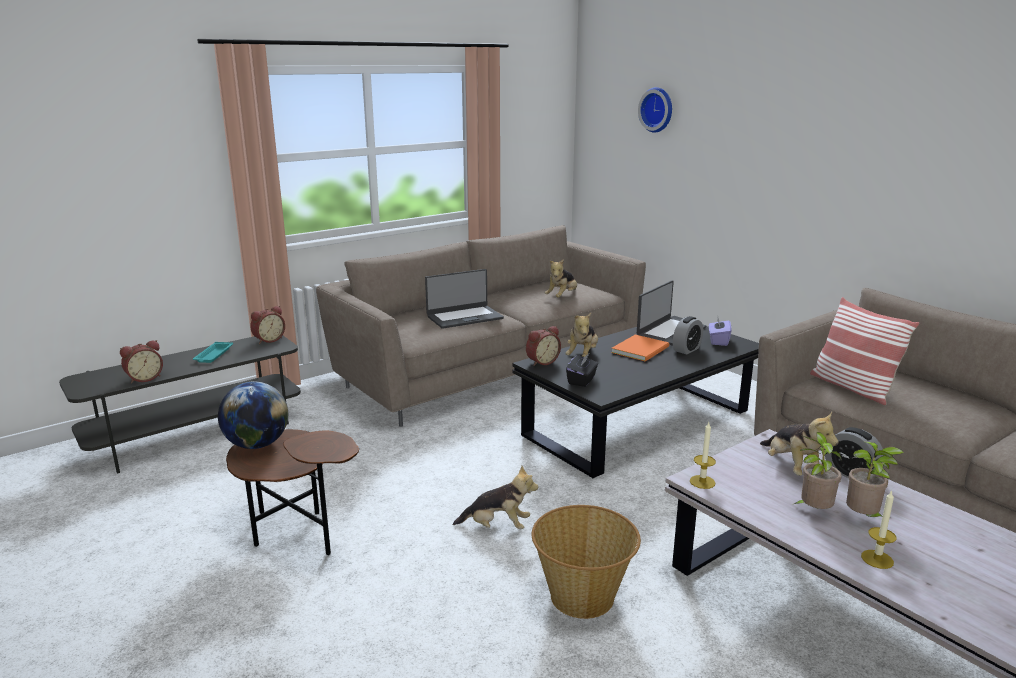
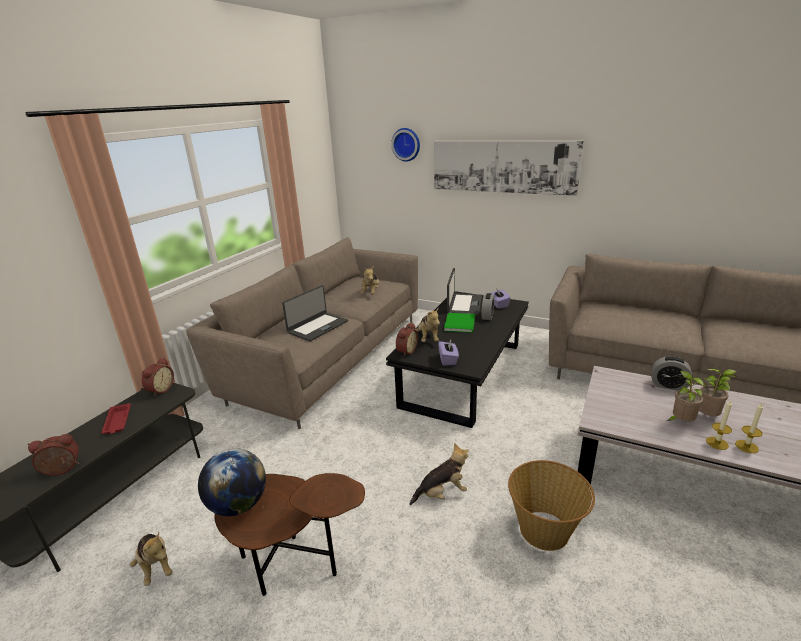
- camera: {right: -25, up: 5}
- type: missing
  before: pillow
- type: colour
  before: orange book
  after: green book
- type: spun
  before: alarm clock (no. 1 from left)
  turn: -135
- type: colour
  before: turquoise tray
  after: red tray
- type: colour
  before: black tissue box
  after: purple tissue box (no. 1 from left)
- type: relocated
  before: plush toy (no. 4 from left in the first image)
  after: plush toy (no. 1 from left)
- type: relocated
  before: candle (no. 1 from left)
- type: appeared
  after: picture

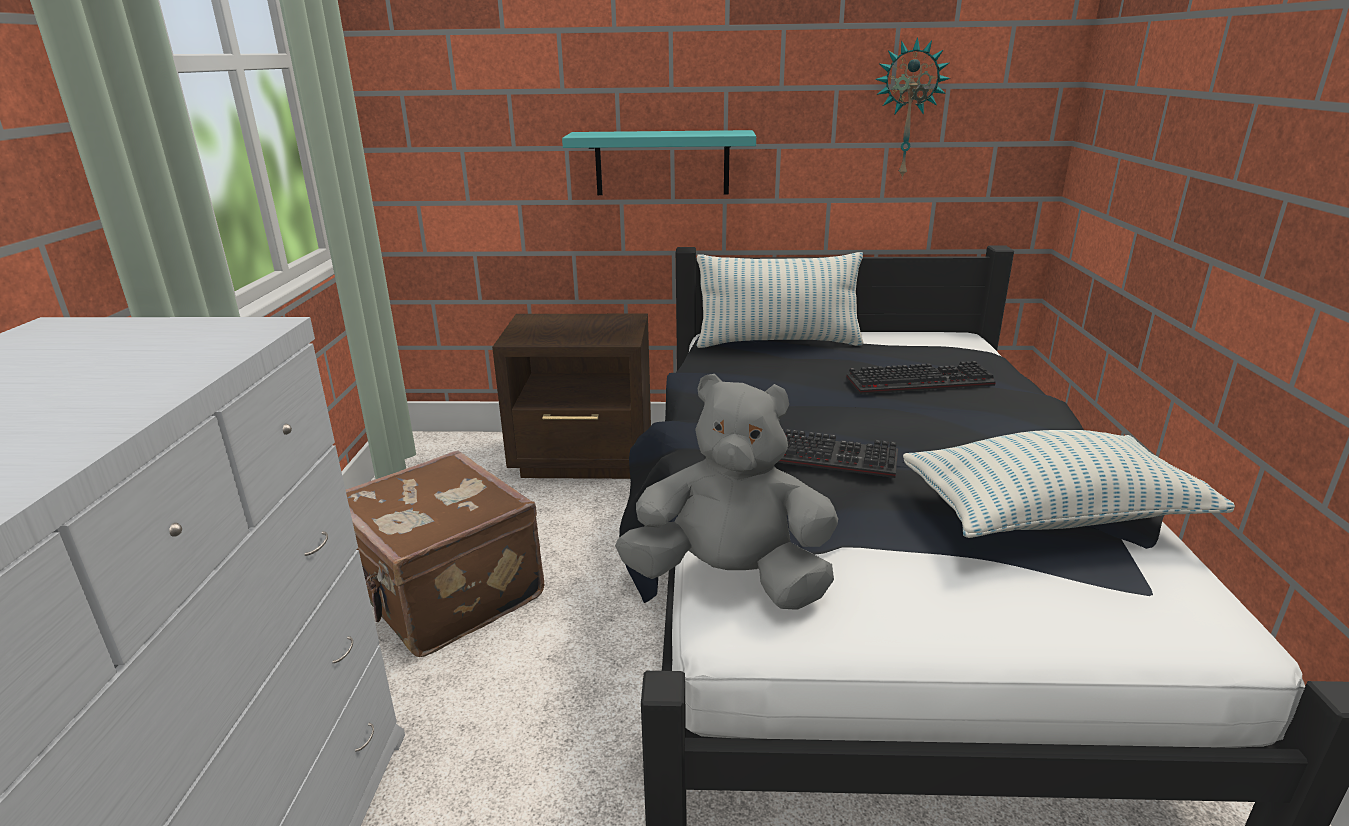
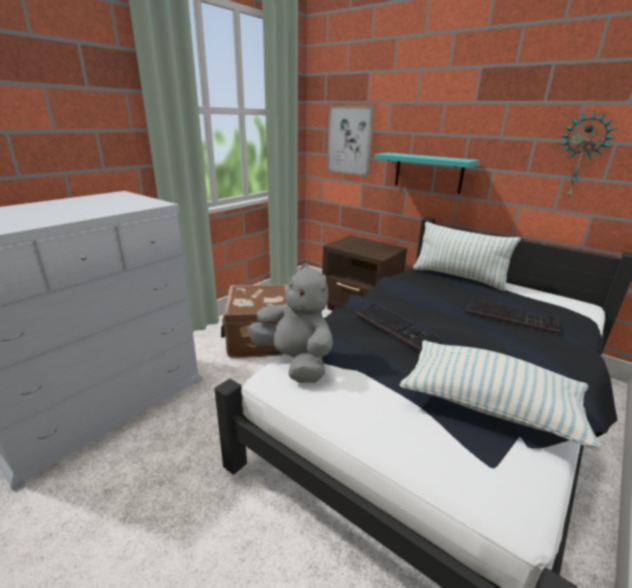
- camera: {right: 35, up: 0}
- type: appeared
  after: picture

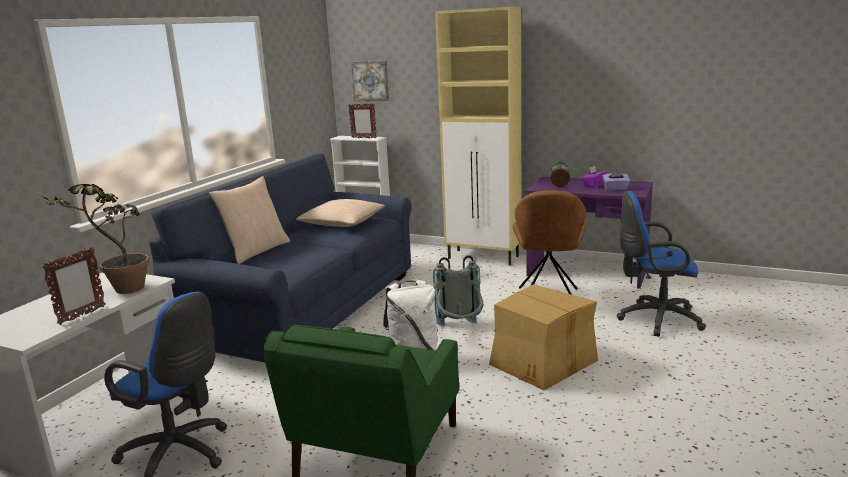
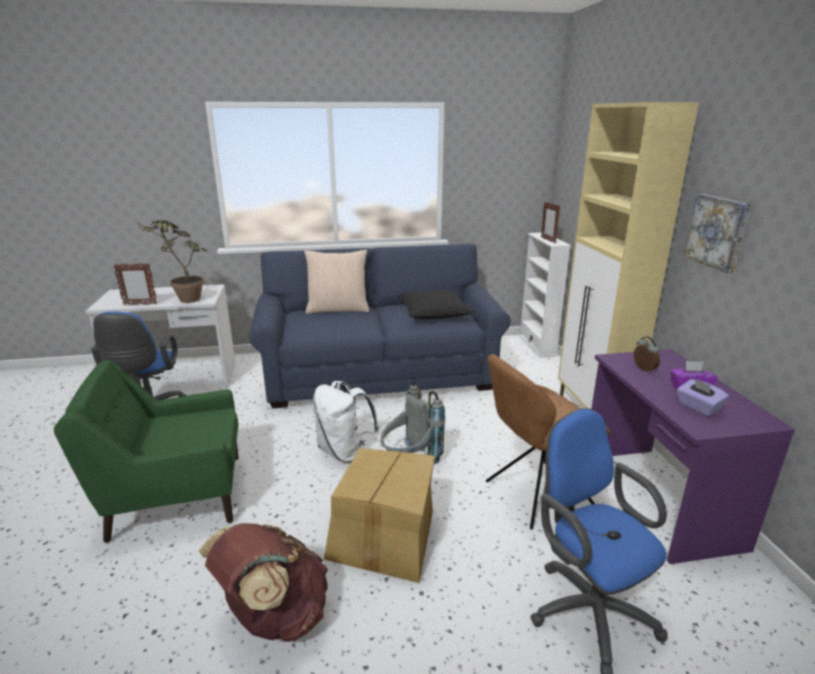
- camera: {right: 55, up: 5}
- type: relocated
  before: picture
- type: colour
  before: beige pillow (no. 2 from left)
  after: black pillow
- type: appeared
  after: brown backpack

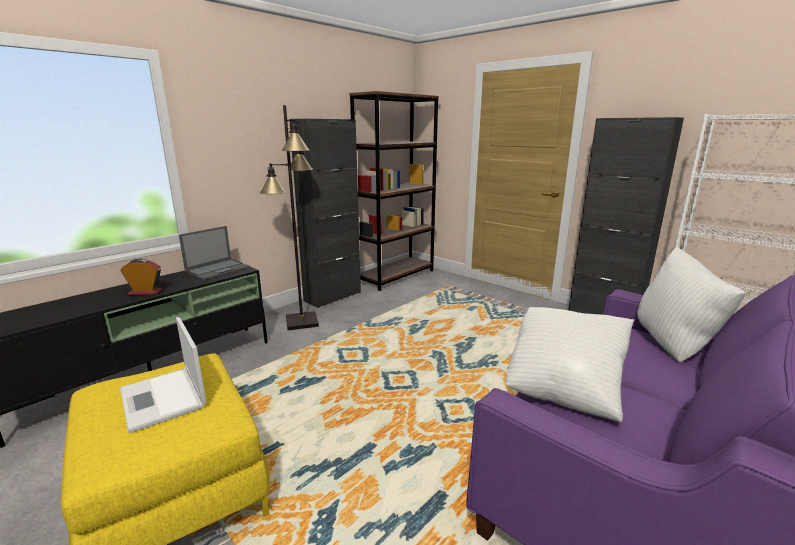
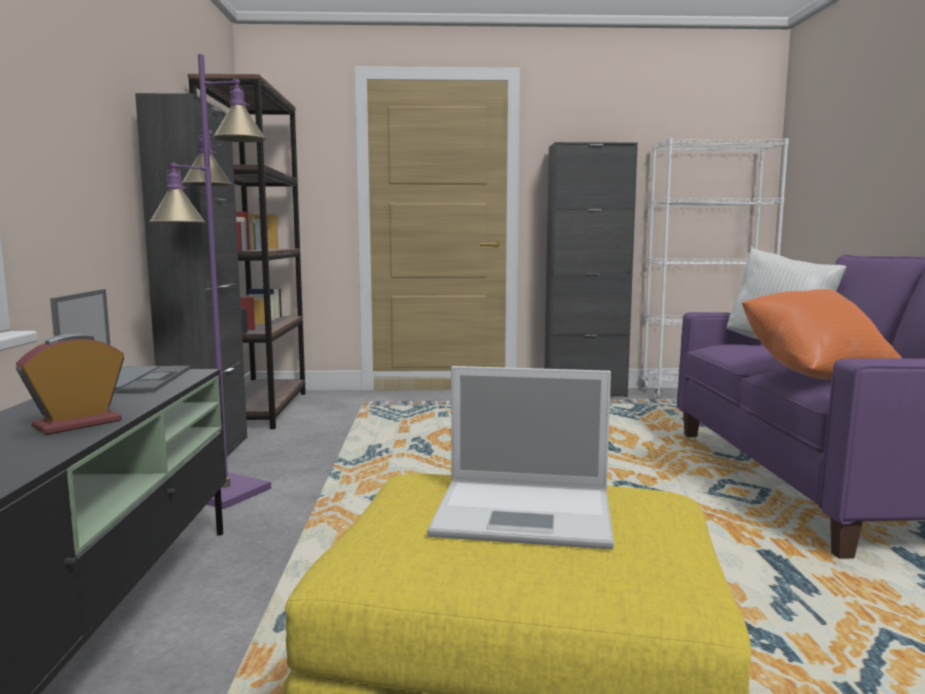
- camera: {right: -45, up: -10}
- type: colour
  before: black floor lamp
  after: purple floor lamp
- type: colour
  before: white pillow (no. 1 from left)
  after: orange pillow

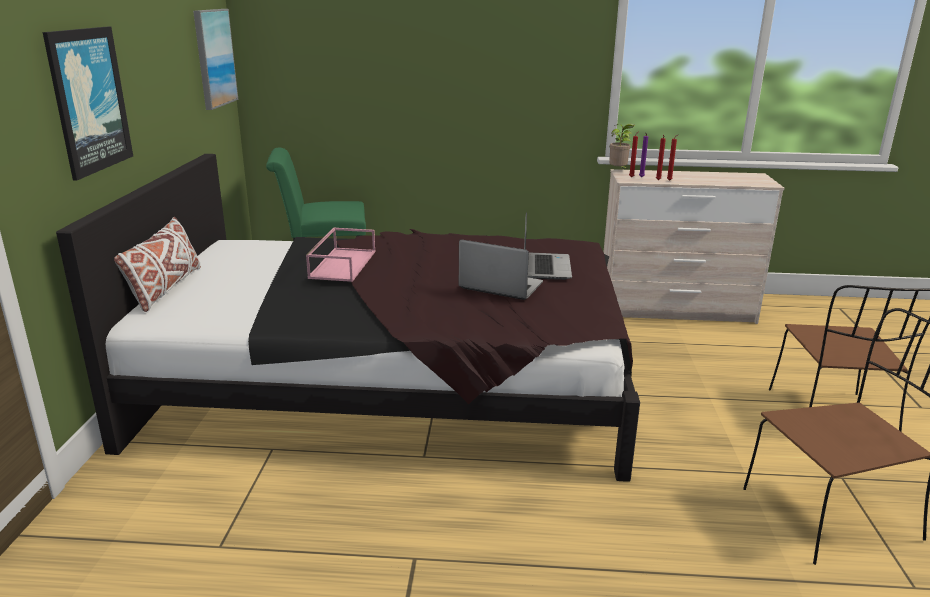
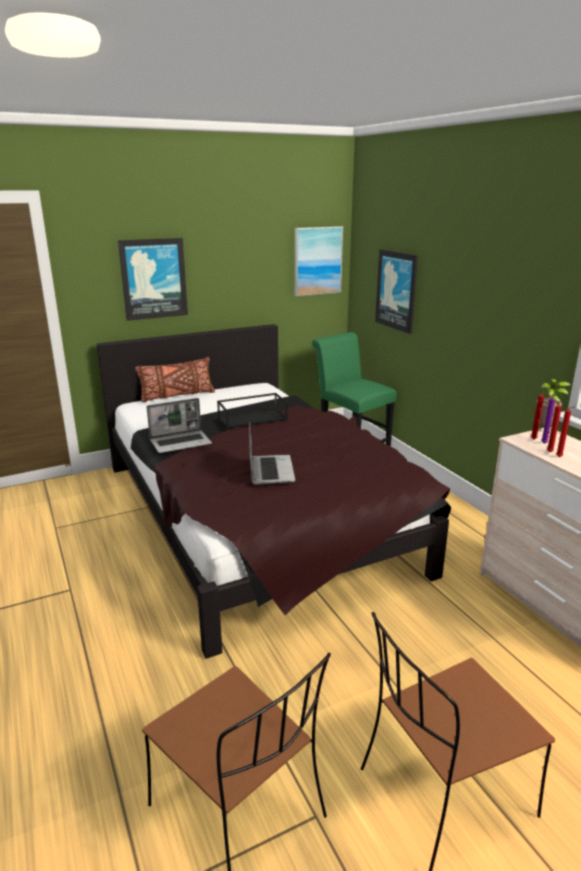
- camera: {right: 60, up: 0}
- type: relocated
  before: laptop (no. 2 from left in the first image)
  after: laptop (no. 1 from left)
- type: colour
  before: white pillow
  after: brown pillow
- type: colour
  before: pink tray
  after: black tray
- type: appeared
  after: picture (no. 3 from left)

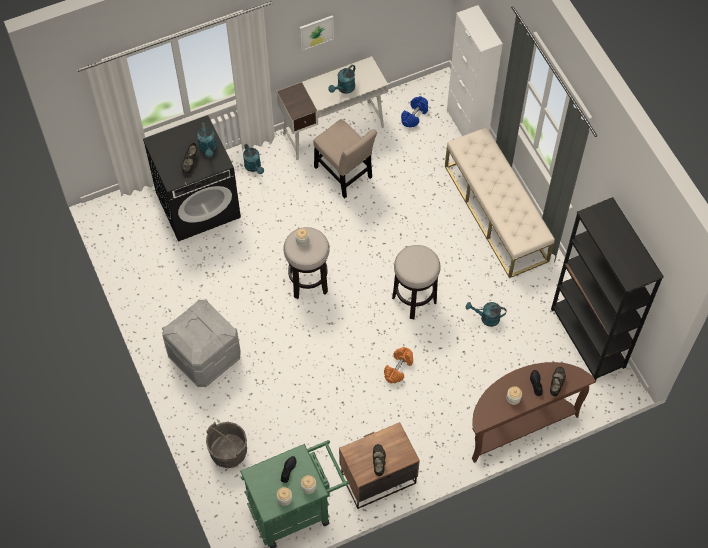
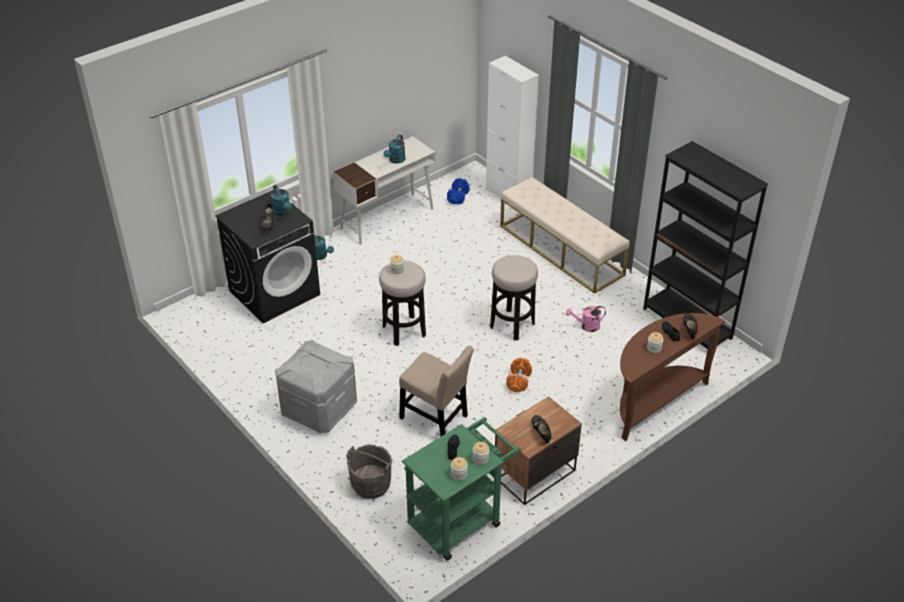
- camera: {right: -15, up: -20}
- type: missing
  before: picture
- type: relocated
  before: beige chair
- type: colour
  before: turquoise watering can (no. 4 from left)
  after: pink watering can

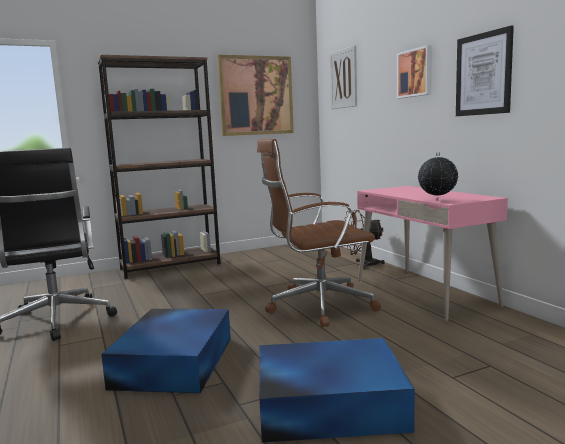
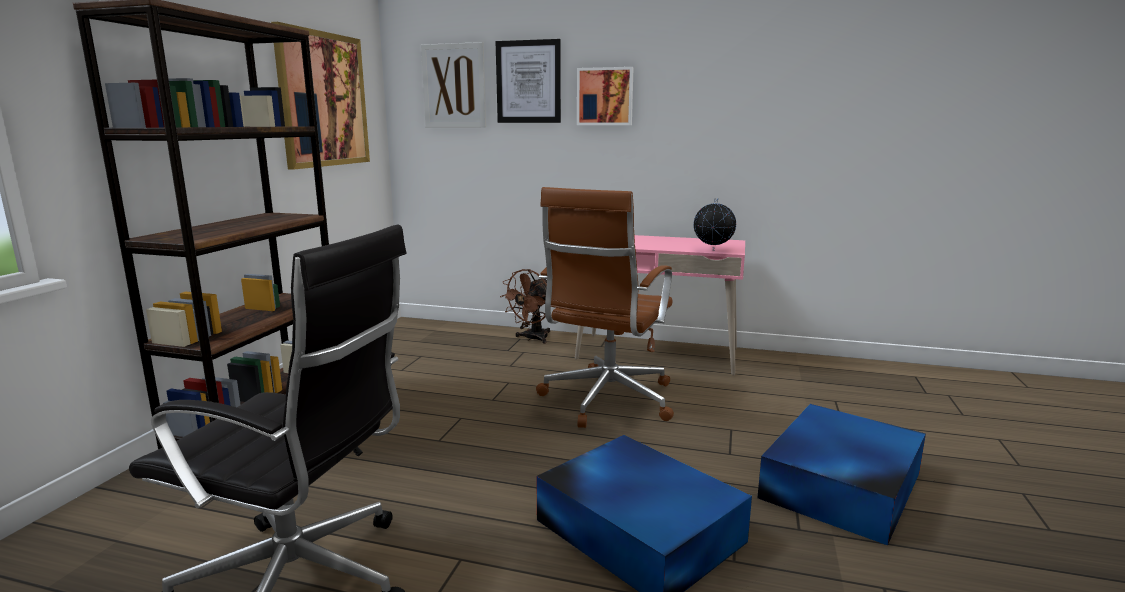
- camera: {right: -50, up: 5}
- type: relocated
  before: picture (no. 4 from left in the first image)
  after: picture (no. 3 from left)

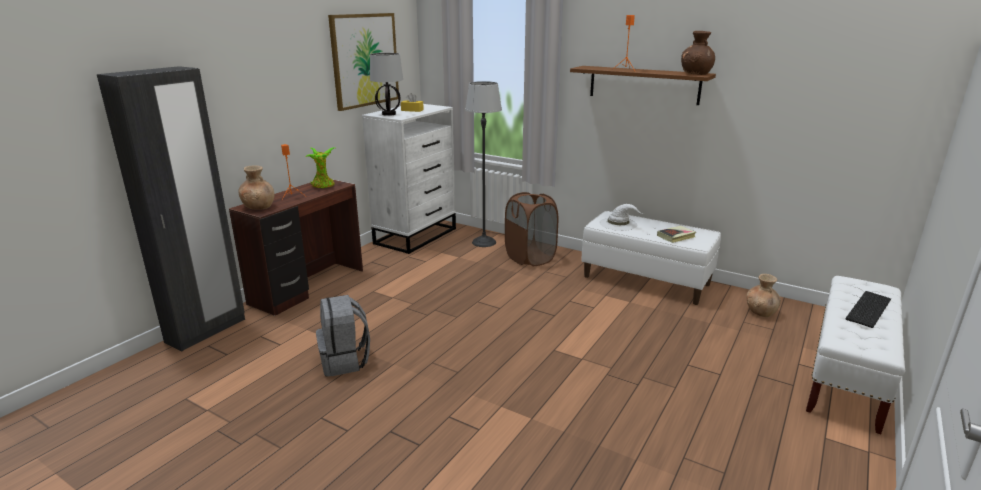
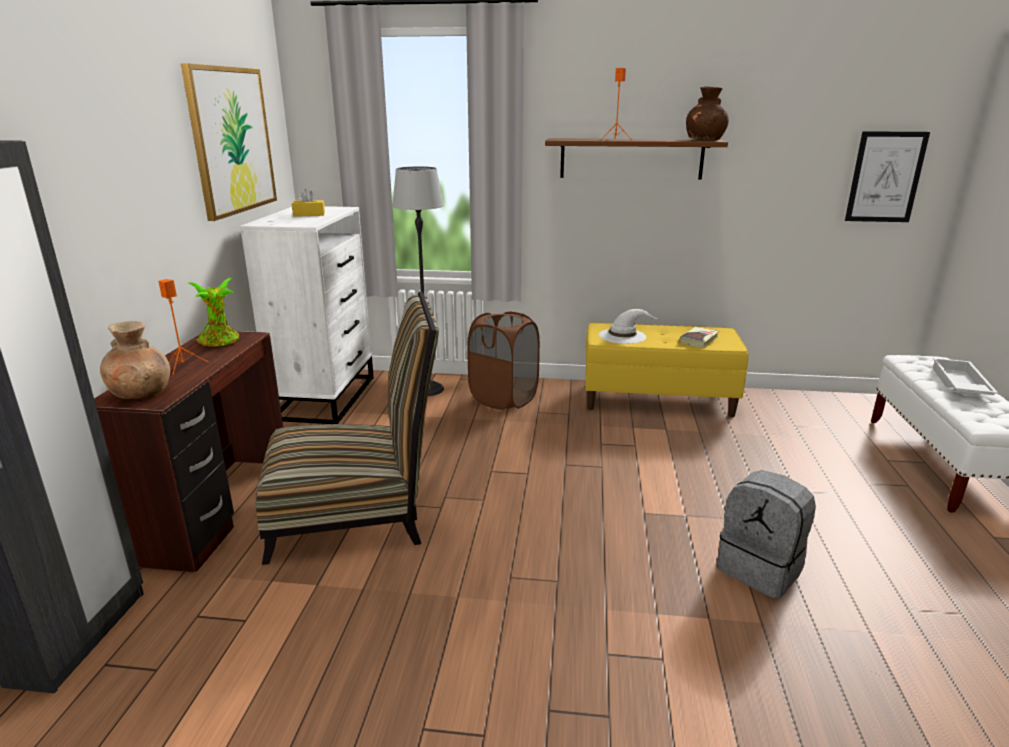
- camera: {right: -25, up: 0}
- type: missing
  before: table lamp
- type: colour
  before: white bench (no. 1 from left)
  after: yellow bench
- type: missing
  before: brown vase (no. 3 from left)
- type: exchanged
  before: keyboard
  after: white tray
- type: relocated
  before: grey backpack
- type: appeared
  after: picture (no. 2 from left)
- type: appeared
  after: chair

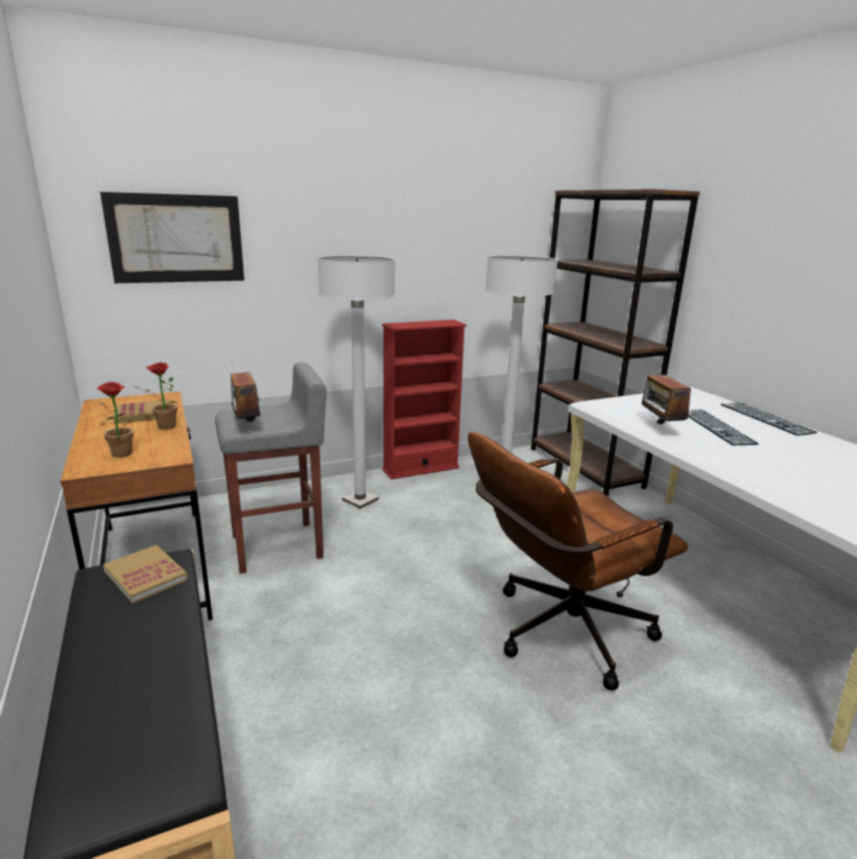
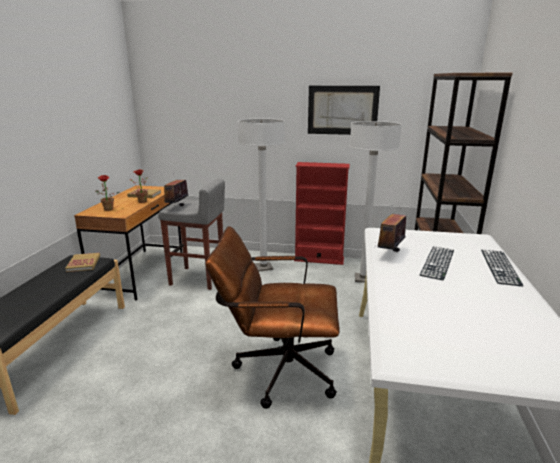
- camera: {right: 35, up: 0}
- type: relocated
  before: picture

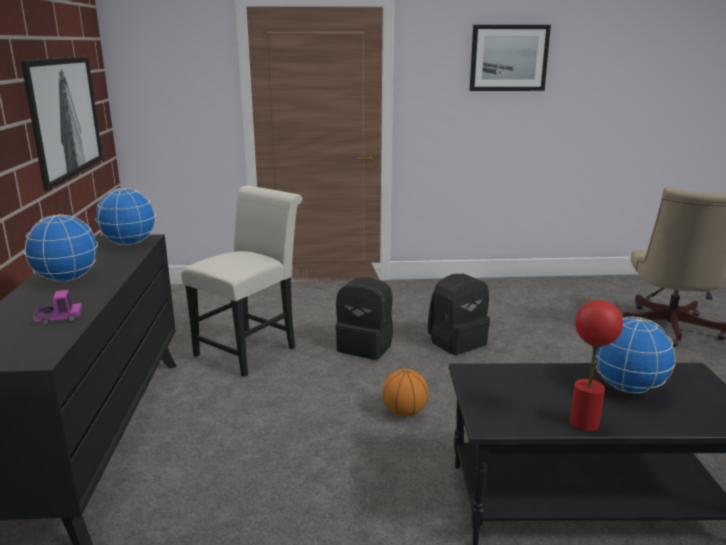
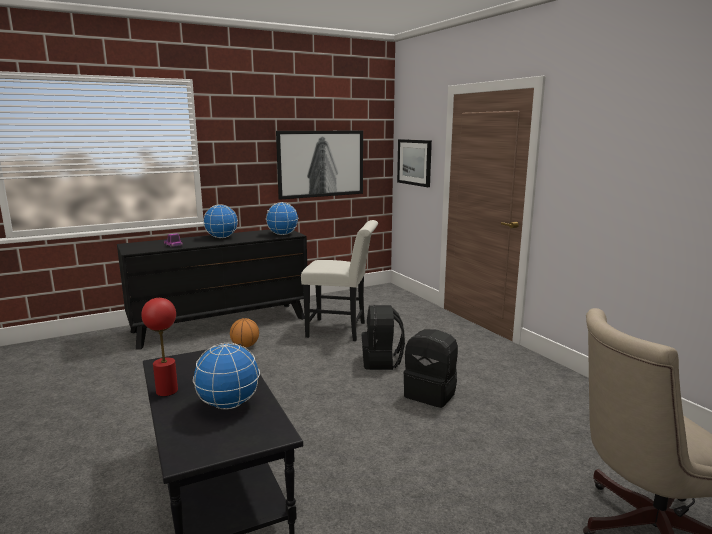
- camera: {right: 65, up: -5}
- type: relocated
  before: picture (no. 2 from left)
- type: relocated
  before: basketball

